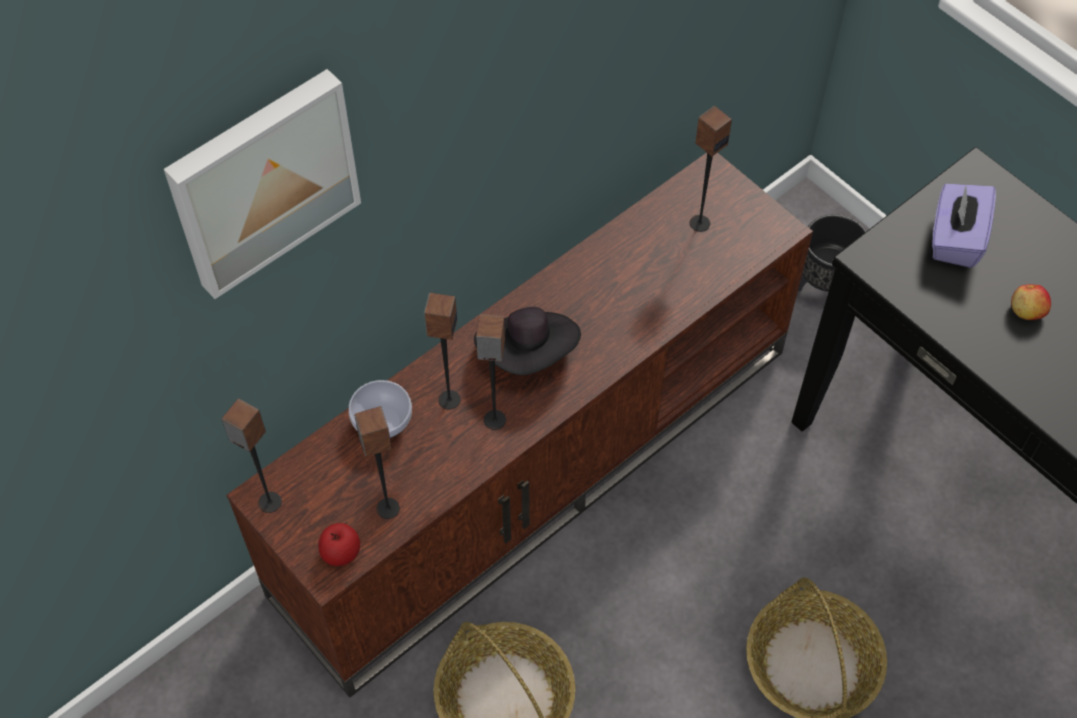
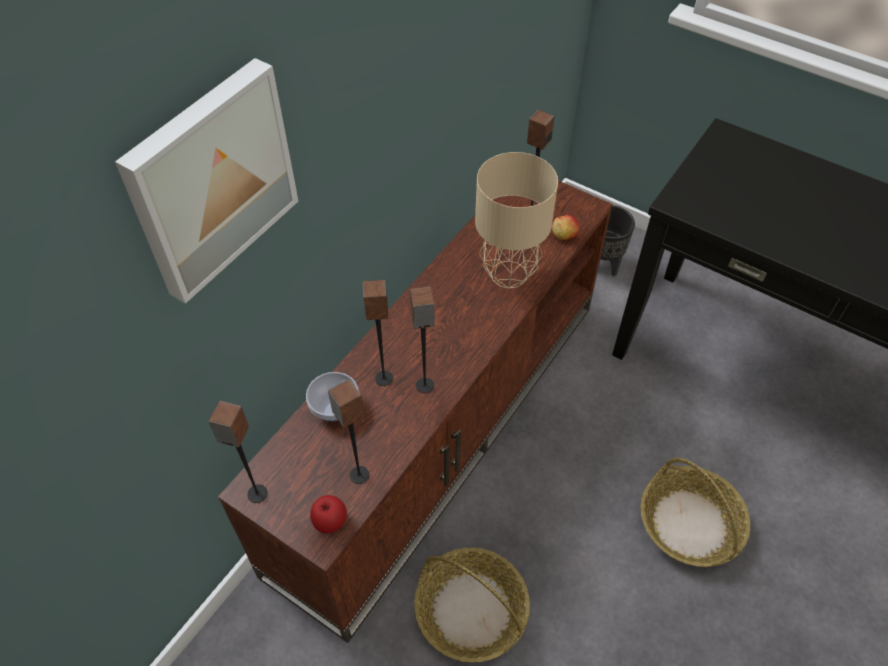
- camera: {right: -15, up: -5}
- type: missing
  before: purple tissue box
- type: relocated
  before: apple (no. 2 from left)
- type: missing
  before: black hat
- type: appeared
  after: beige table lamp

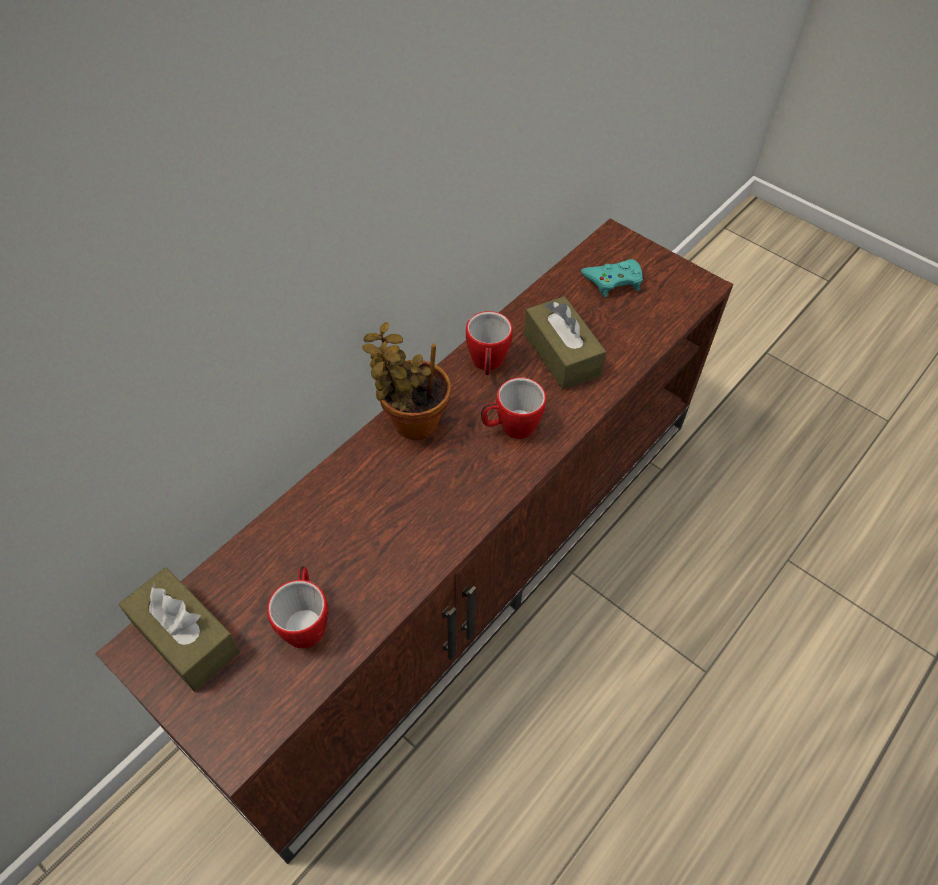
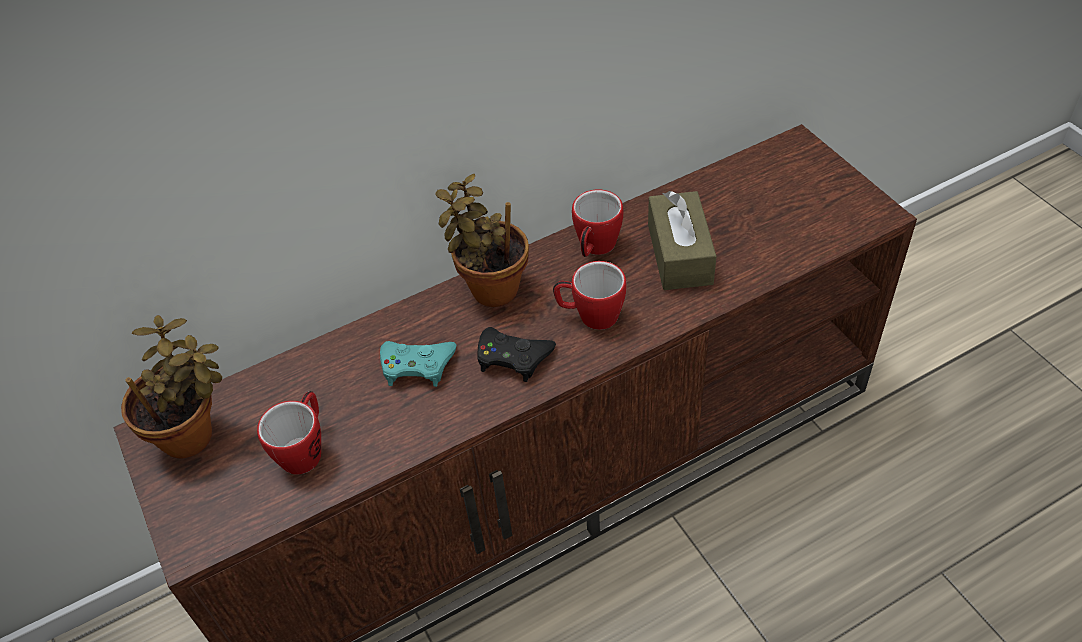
- camera: {right: 25, up: -5}
- type: relocated
  before: turquoise game controller
- type: exchanged
  before: brown tissue box (no. 1 from left)
  after: potted plant (no. 1 from left)
- type: appeared
  after: black game controller

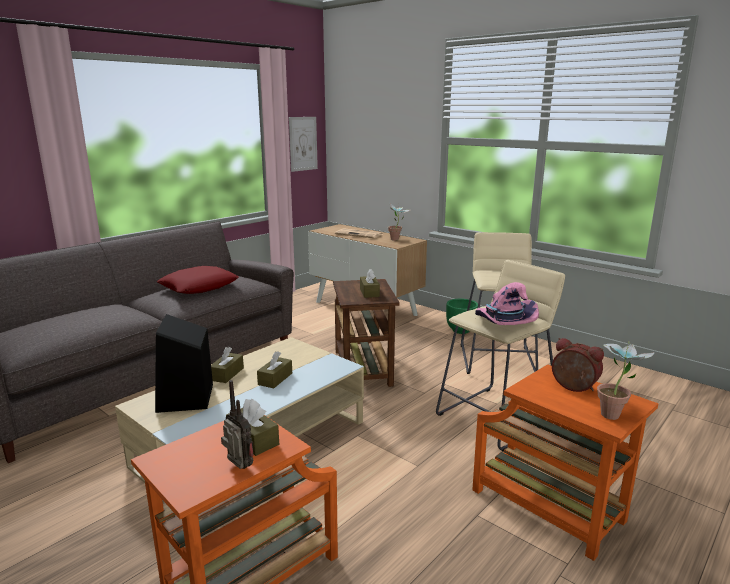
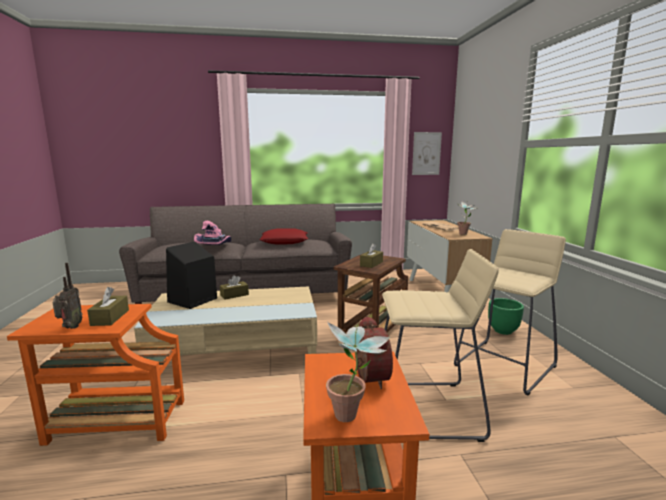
- camera: {right: 40, up: -5}
- type: relocated
  before: pink hat
- type: missing
  before: brown tissue box (no. 3 from left)

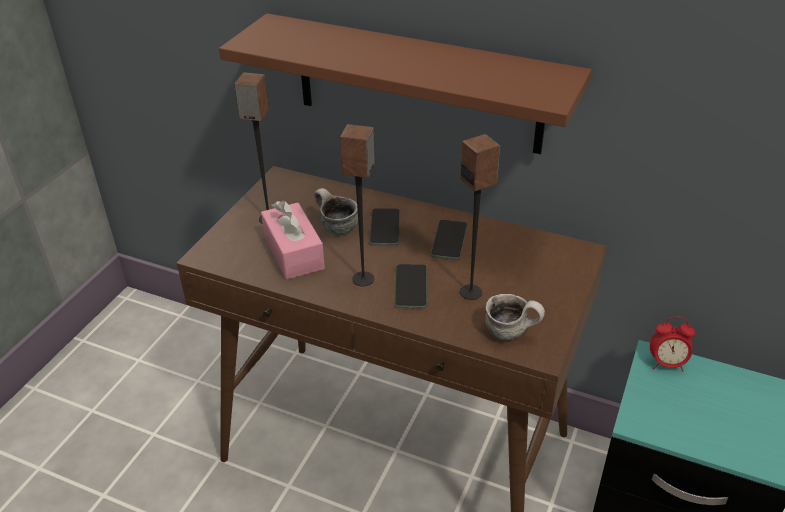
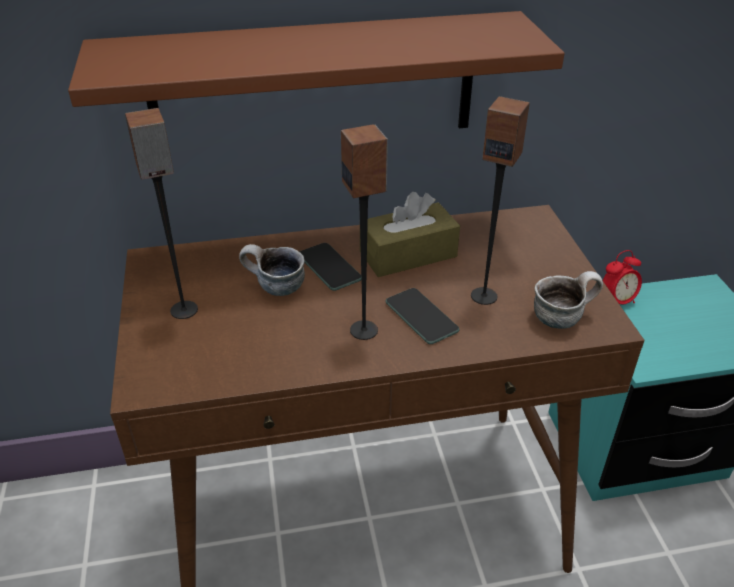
- camera: {right: -35, up: 0}
- type: missing
  before: pink tissue box
- type: exchanged
  before: phone (no. 3 from left)
  after: brown tissue box

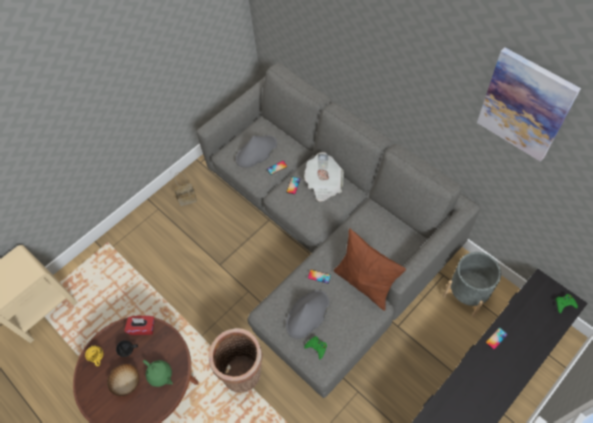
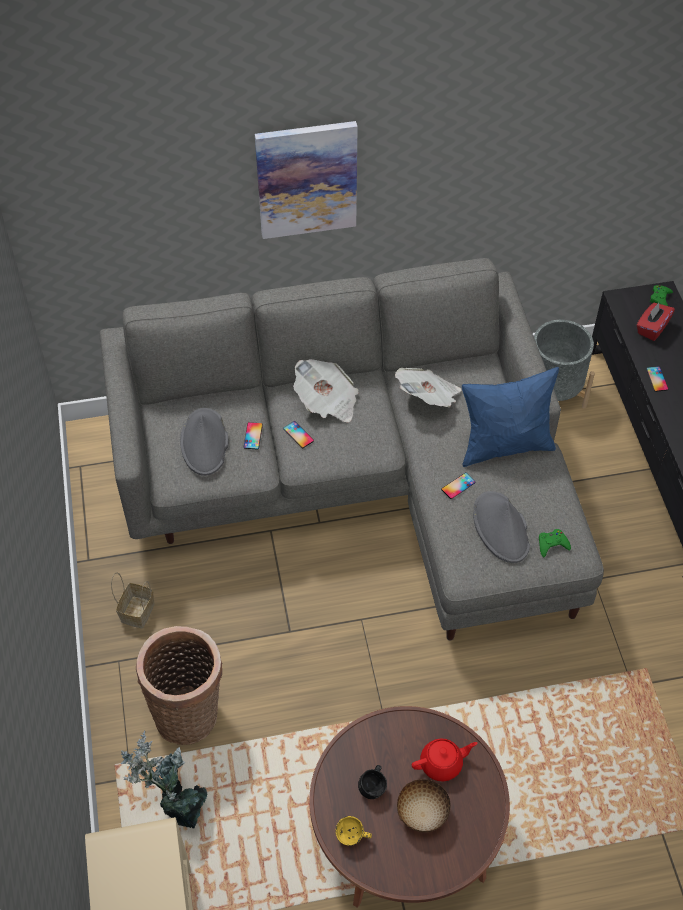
- camera: {right: -60, up: -5}
- type: relocated
  before: picture
- type: colour
  before: brown pillow
  after: blue pillow
- type: relocated
  before: red tissue box
- type: relocated
  before: basket (no. 2 from left)
- type: colour
  before: green teapot
  after: red teapot
- type: appeared
  after: newspaper (no. 2 from left)
- type: appeared
  after: potted plant

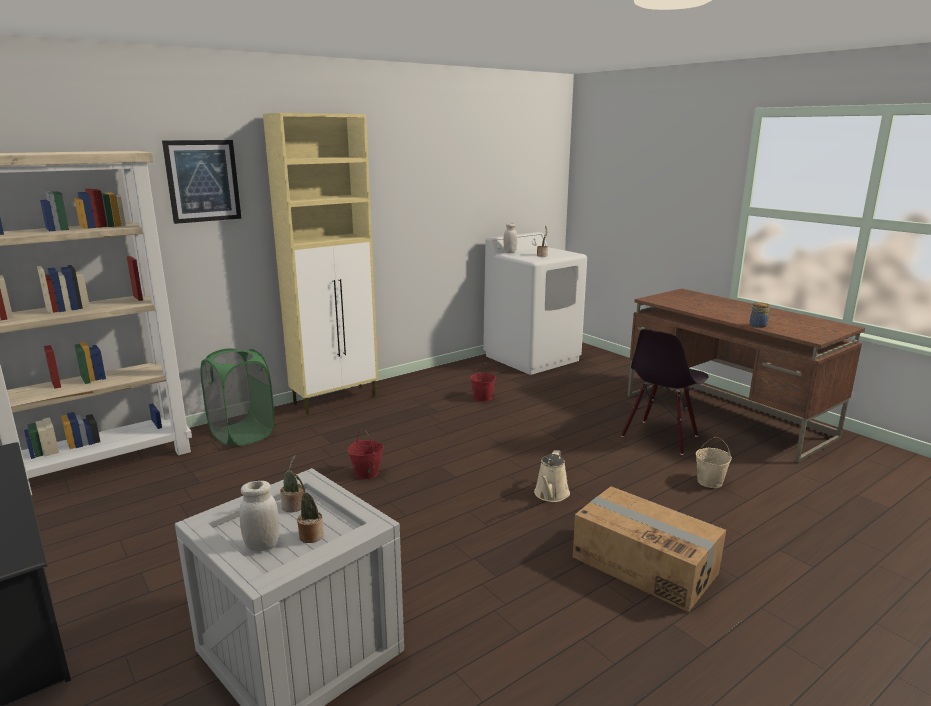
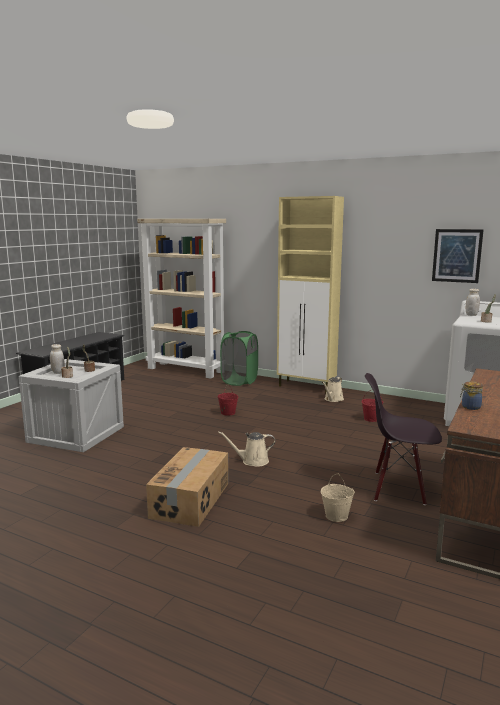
- camera: {right: 65, up: -5}
- type: relocated
  before: picture
- type: appeared
  after: beige watering can (no. 2 from left)

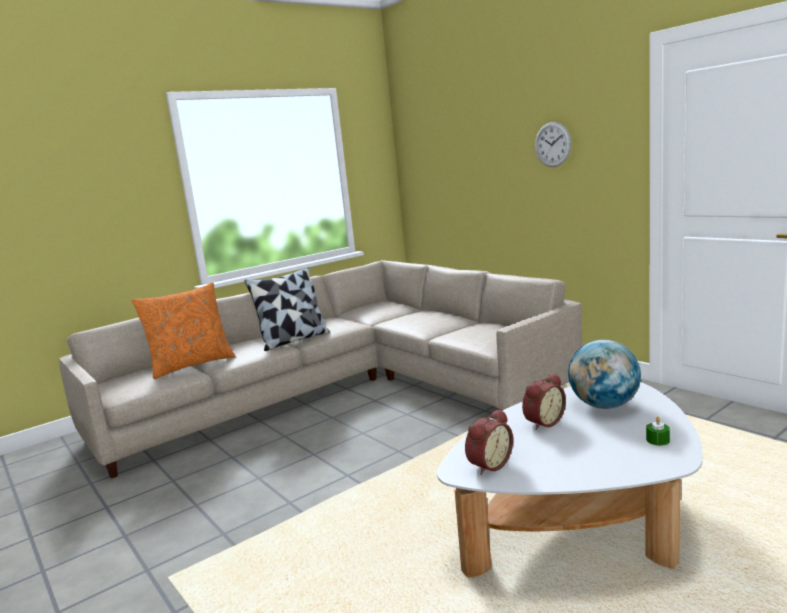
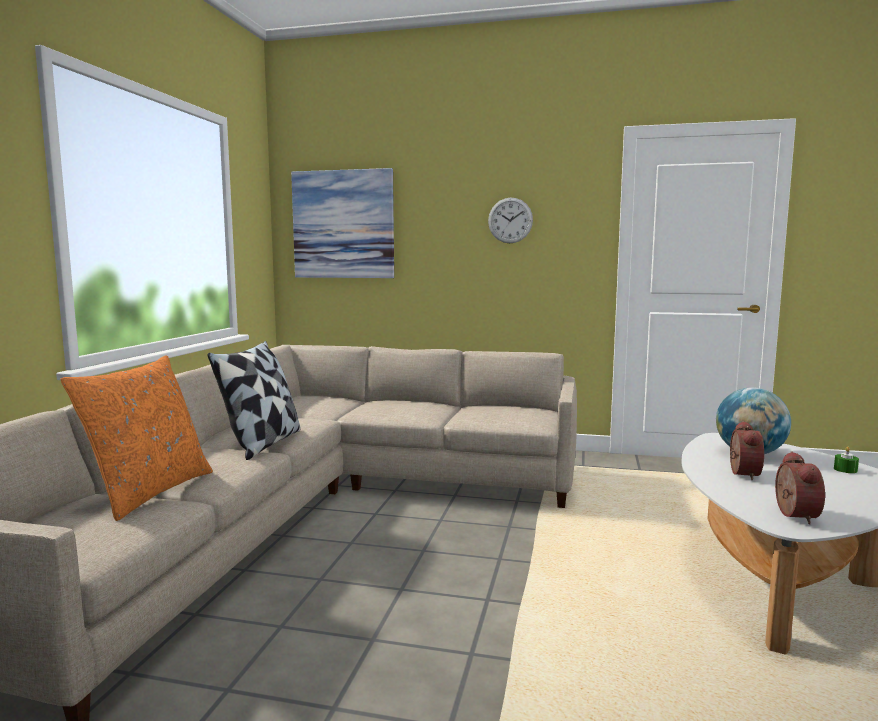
- camera: {right: -40, up: -5}
- type: appeared
  after: picture

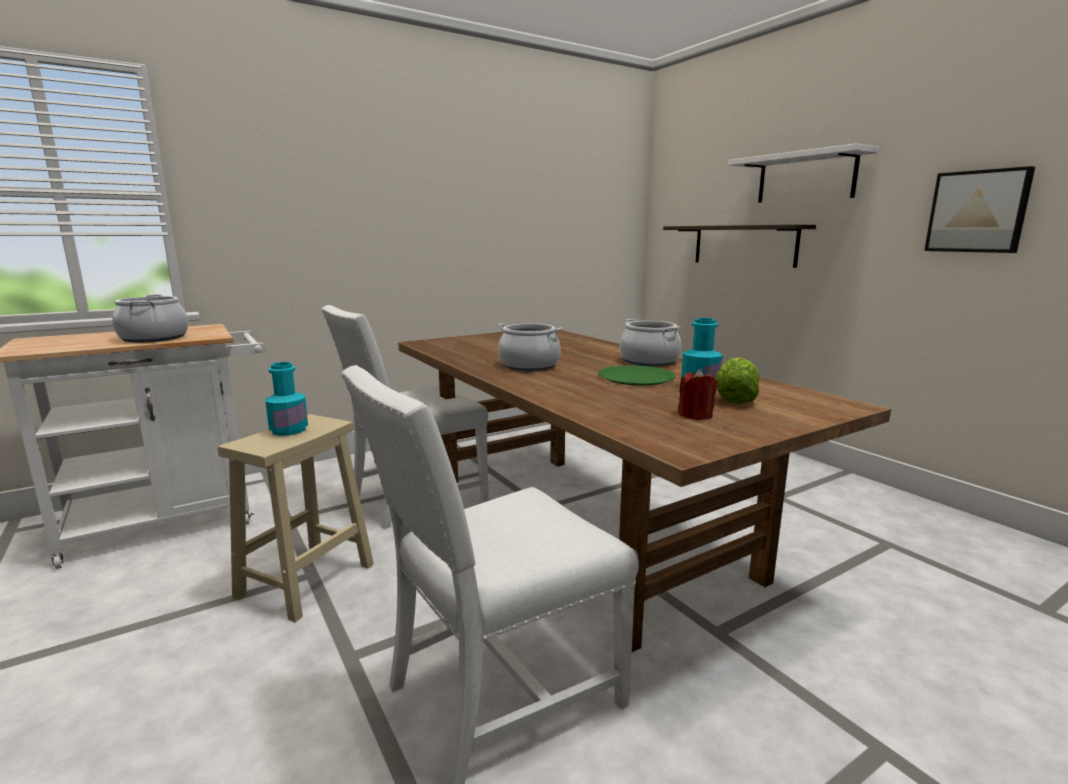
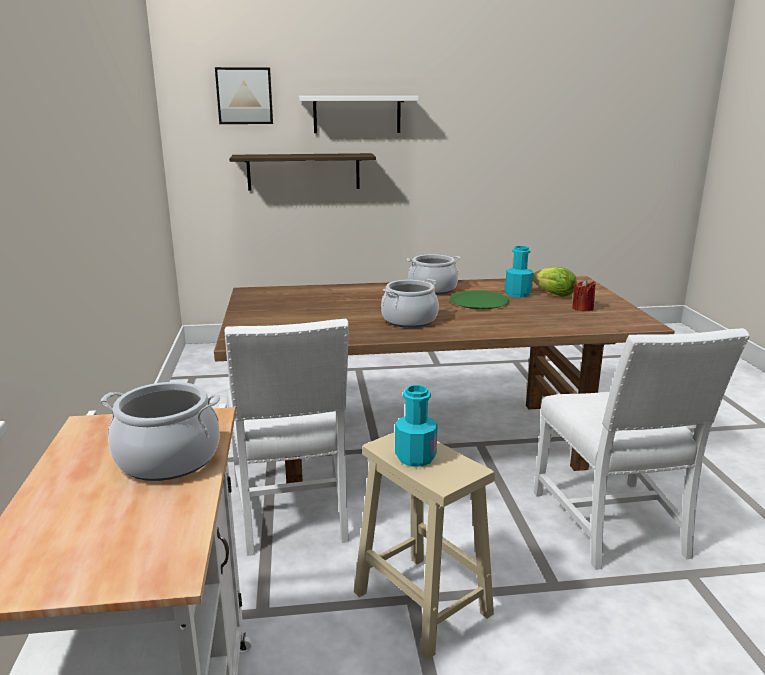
- camera: {right: -65, up: 5}
- type: relocated
  before: picture

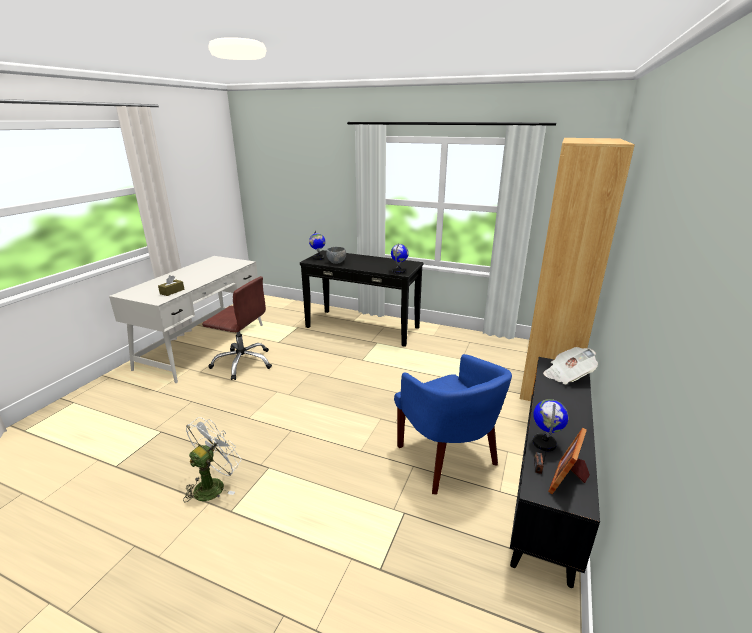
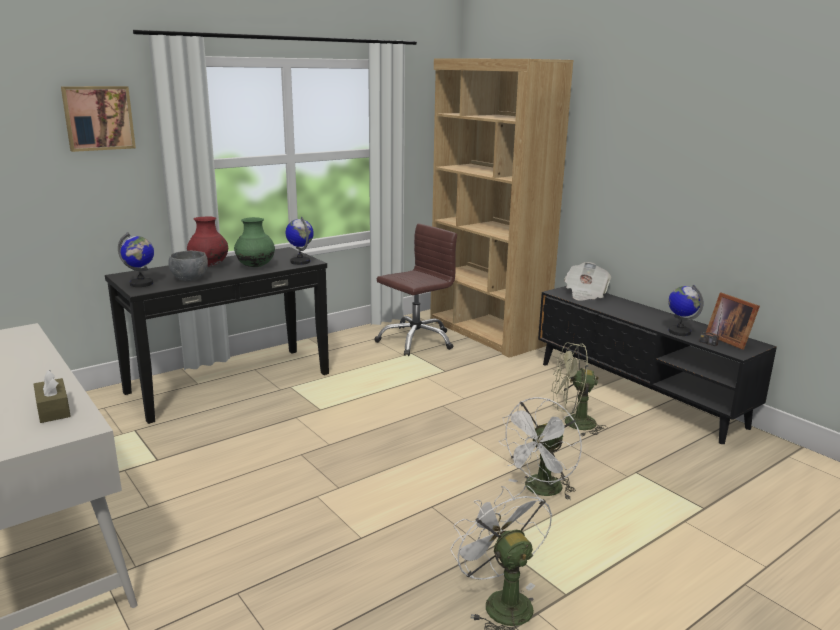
- camera: {right: -60, up: -5}
- type: relocated
  before: brown office chair
- type: exchanged
  before: blue armchair
  after: green fan
- type: appeared
  after: picture
- type: appeared
  after: red vase
- type: appeared
  after: green vase
- type: appeared
  after: white fan (no. 2 from left)

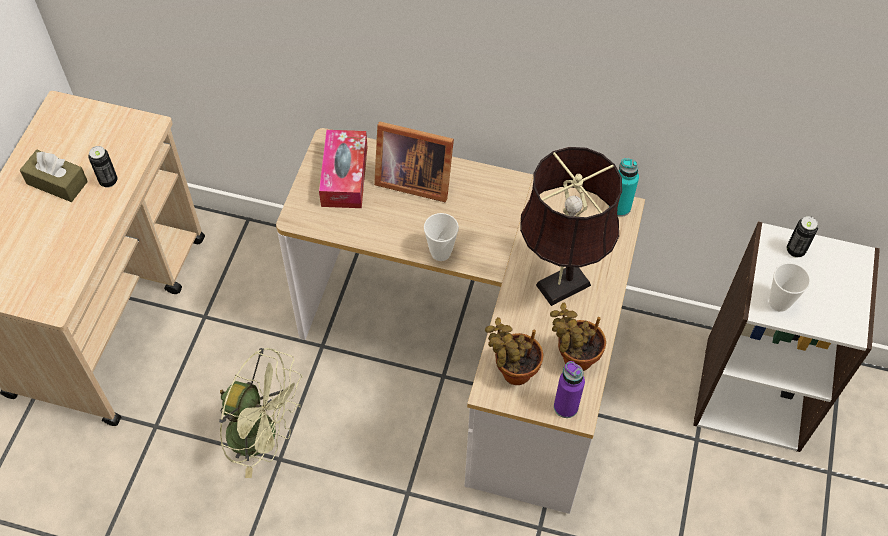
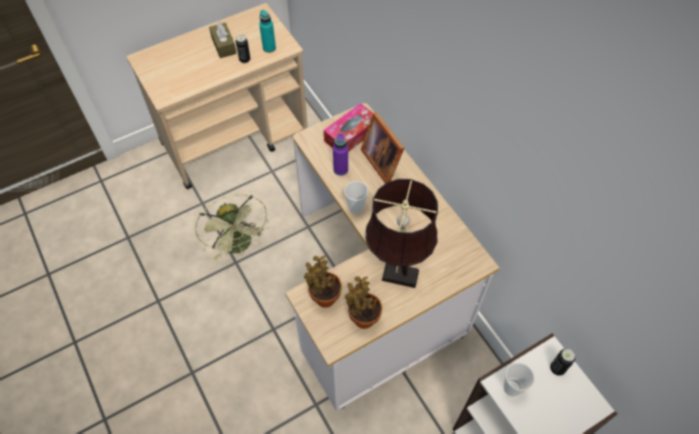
- camera: {right: 45, up: 0}
- type: relocated
  before: turquoise bottle
- type: relocated
  before: purple bottle

